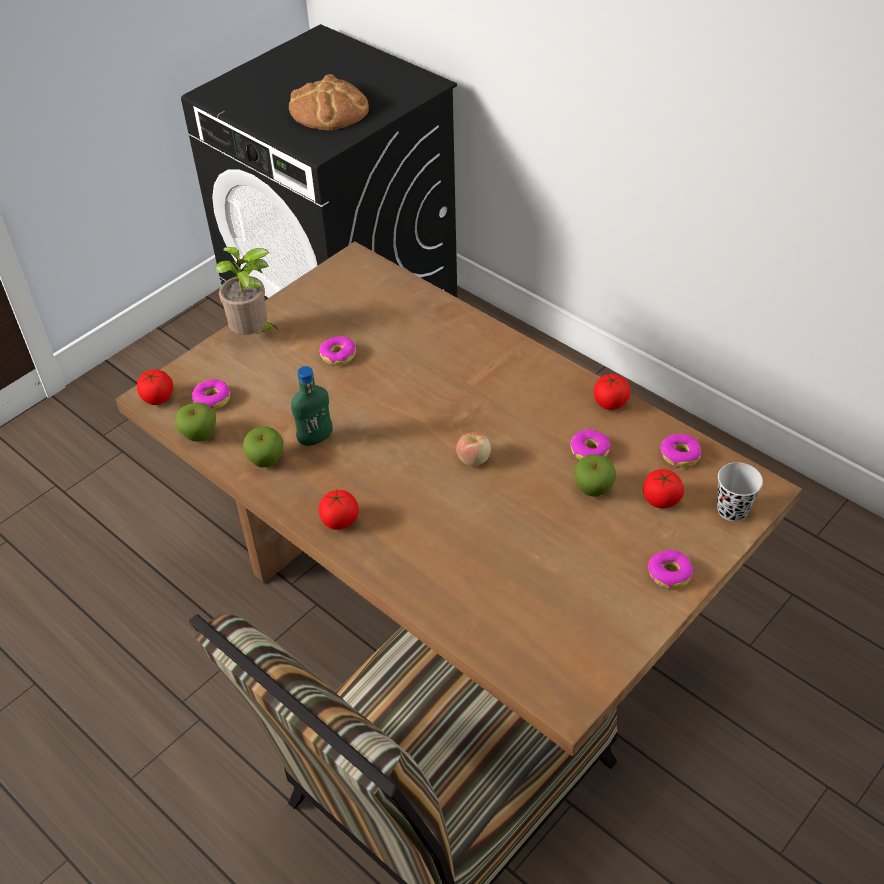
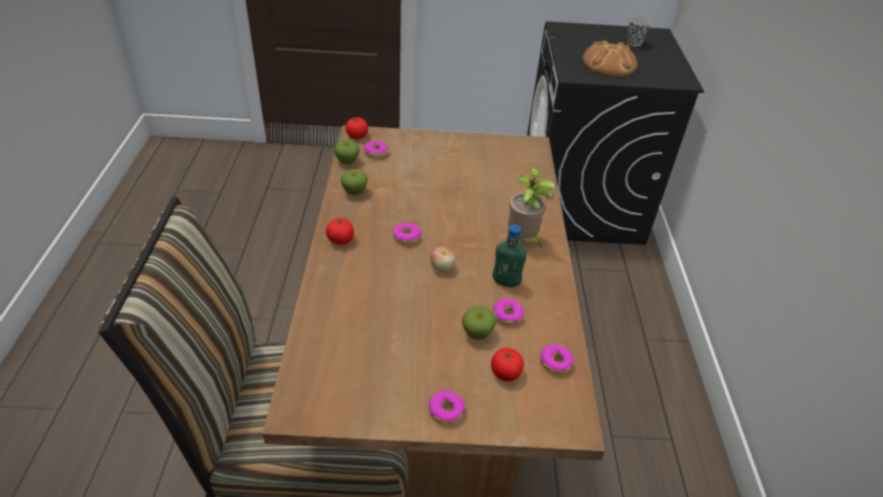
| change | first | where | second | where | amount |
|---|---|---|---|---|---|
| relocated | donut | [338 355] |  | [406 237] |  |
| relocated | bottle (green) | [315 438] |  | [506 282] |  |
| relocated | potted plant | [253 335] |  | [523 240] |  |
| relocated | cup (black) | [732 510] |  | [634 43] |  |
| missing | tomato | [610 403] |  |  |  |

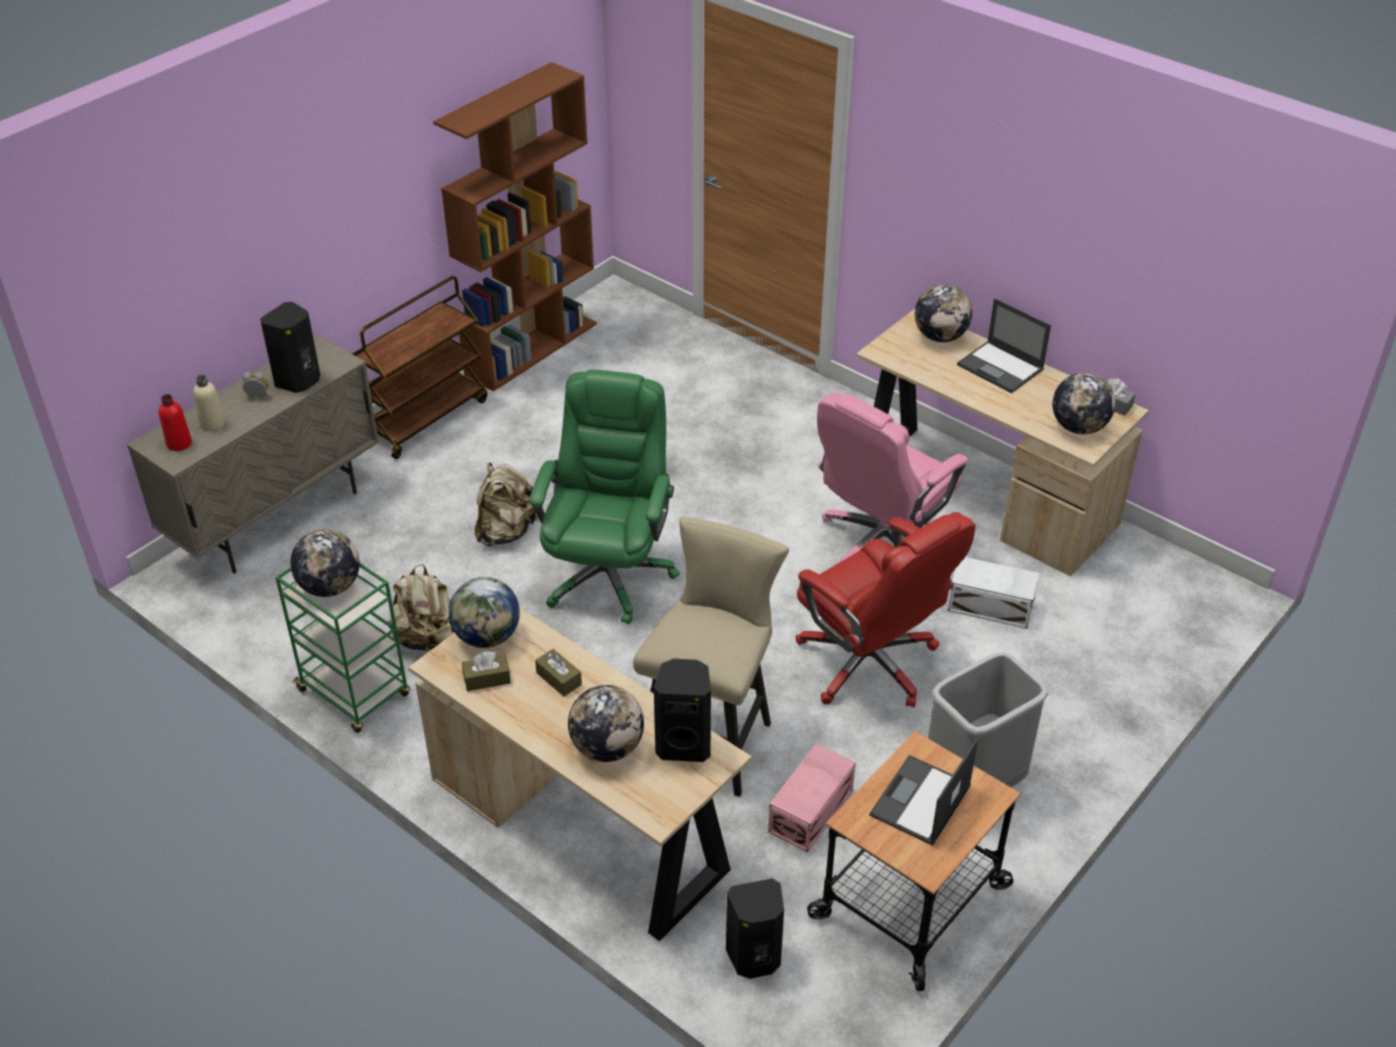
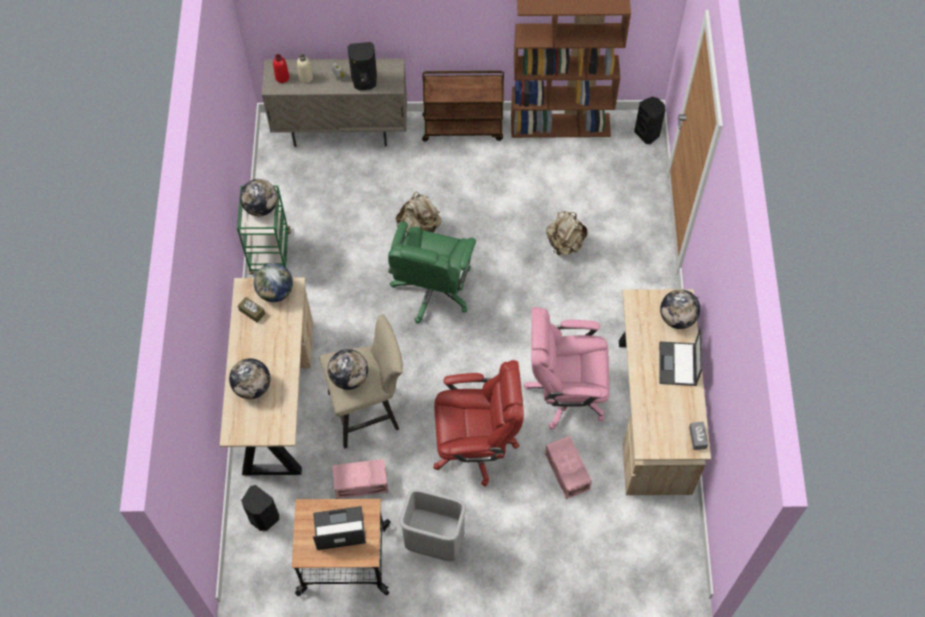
| change | first | where | second | where | amount |
|---|---|---|---|---|---|
| relocated | globe | [1078 427] |  | [349 377] |  |
| spun | office chair (green) | [609 573] |  | [432 290] | 135 degrees clockwise |
| spun | office chair (red) | [870 663] |  | [475 444] | 105 degrees counterclockwise |
| colour | storage box (white) | [991 607] | storage box (pink) | [566 472] |  |
| relocated | backpack (beige) | [427 638] |  | [564 243] |  |
| relocated | speaker (black) | [684 744] |  | [647 133] |  |
| missing | tissue box (brown) | [559 679] |  |  |  |

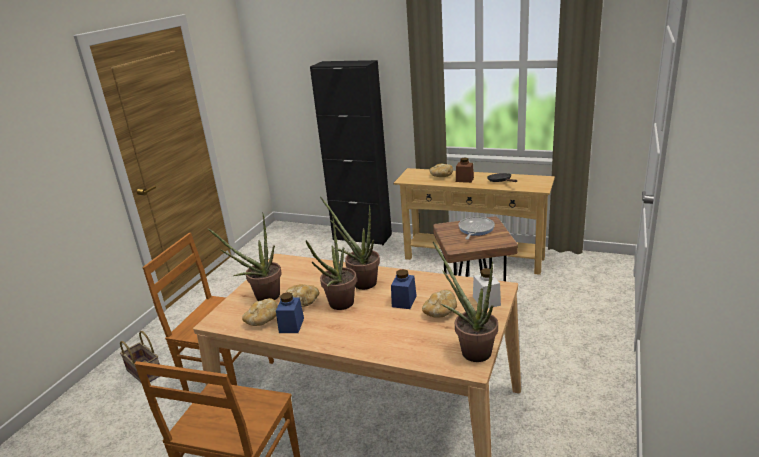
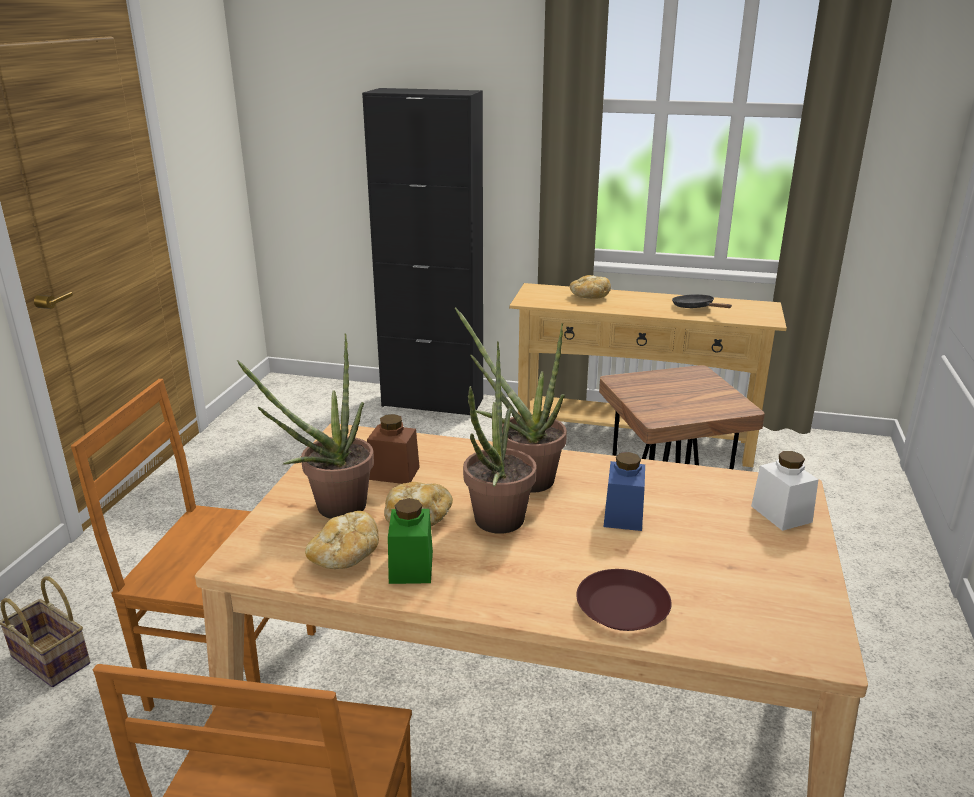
| change | first | where | second | where | amount |
|---|---|---|---|---|---|
| relocated | jar (brown) | [464 180] |  | [393 473] |  |
| colour | jar (blue) | [291 325] | jar (green) | [411 567] |  |
| appeared |  |  | plate (brown) | [621 608] |  |
| missing | bread | [440 312] |  |  |  |
| missing | potted plant | [471 350] |  |  |  |
| missing | frying pan | [475 229] |  |  |  |

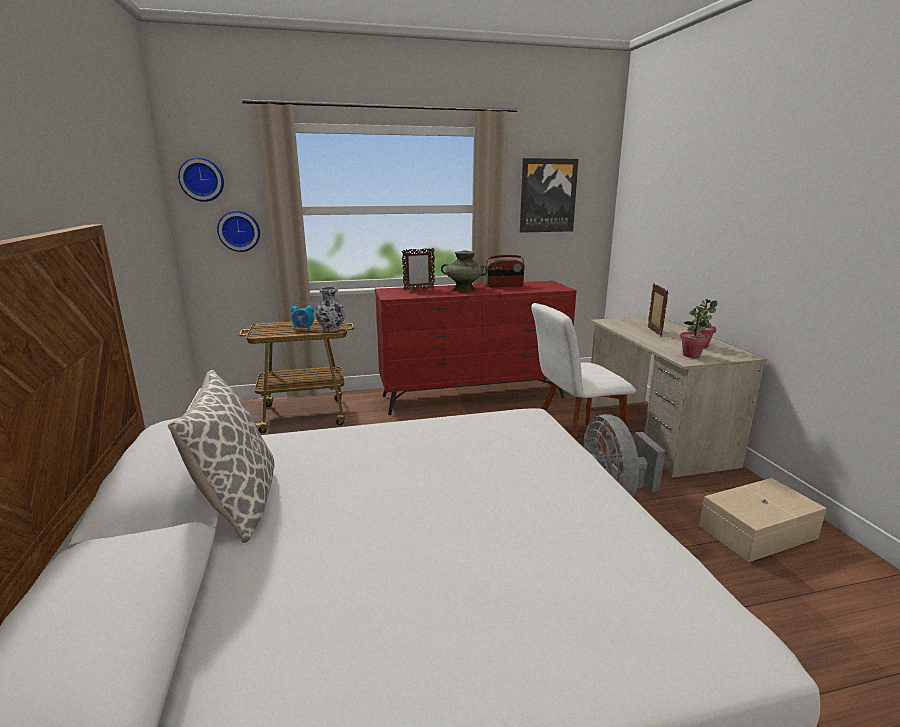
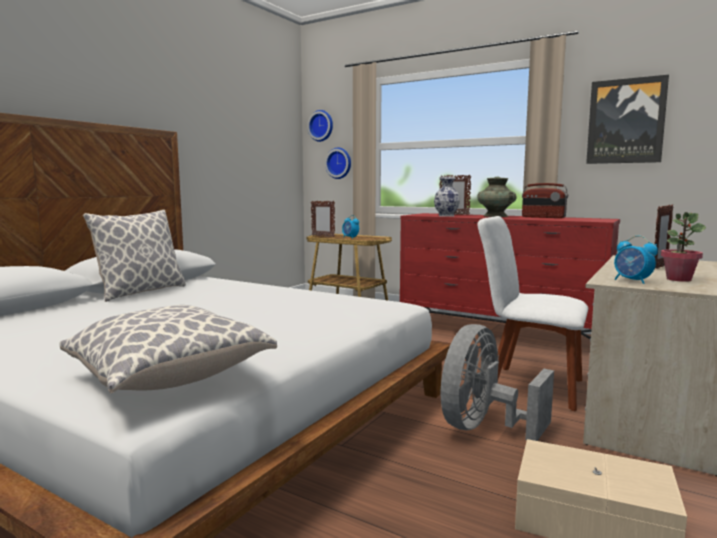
| change | first | where | second | where | amount |
|---|---|---|---|---|---|
| appeared |  |  | pillow | [169 378] |  |
| appeared |  |  | picture frame | [323 236] |  |
| relocated | vase | [331 329] |  | [446 216] |  |
| exchanged | potted plant | [691 355] | alarm clock | [632 281] |  |

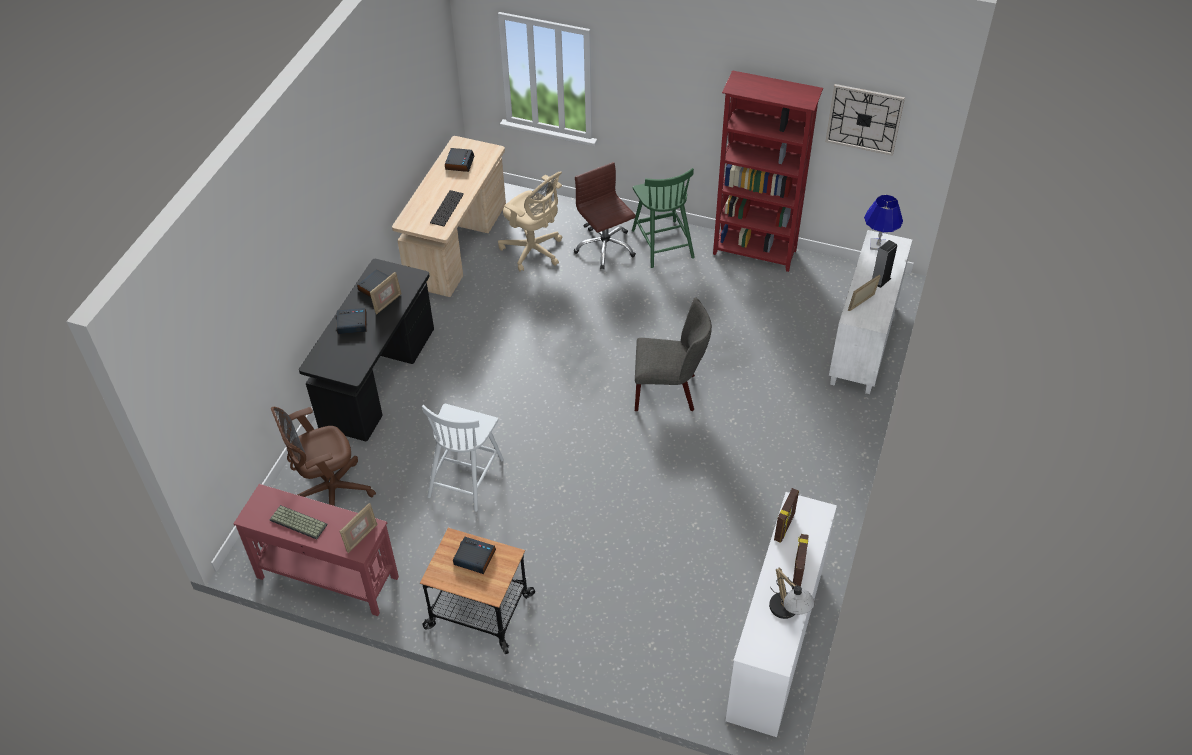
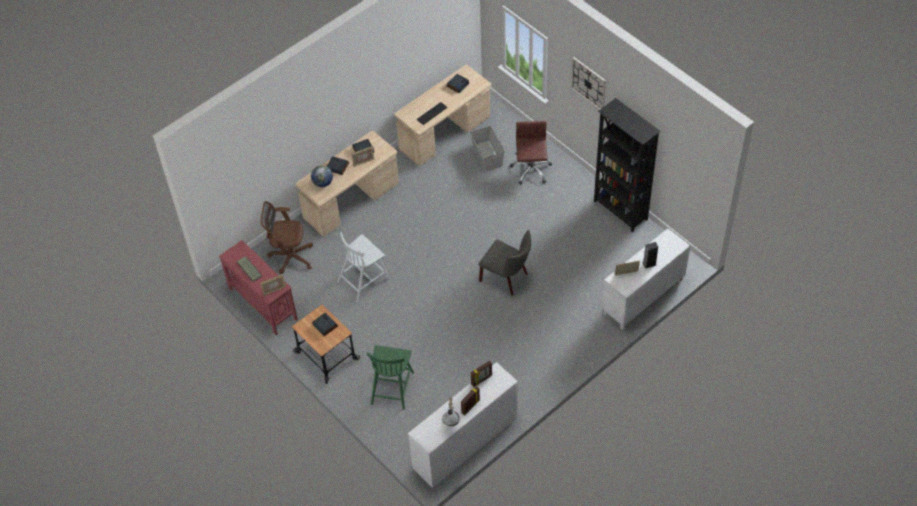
| change | first | where | second | where | amount |
|---|---|---|---|---|---|
| colour | desk (black) | [378 378] | desk (beige) | [351 201] |  |
| appeared |  |  | globe | [322 183] |  |
| relocated | chair (green) | [662 243] |  | [392 387] |  |
| exchanged | office chair (beige) | [534 251] | storage box (grey) | [487 155] |  |
| relocated | wall clock | [864 119] |  | [588 83] |  |
| colour | bookcase (red) | [755 253] | bookcase (black) | [620 211] |  |
| missing | table lamp (blue) | [877 245] |  |  |  |

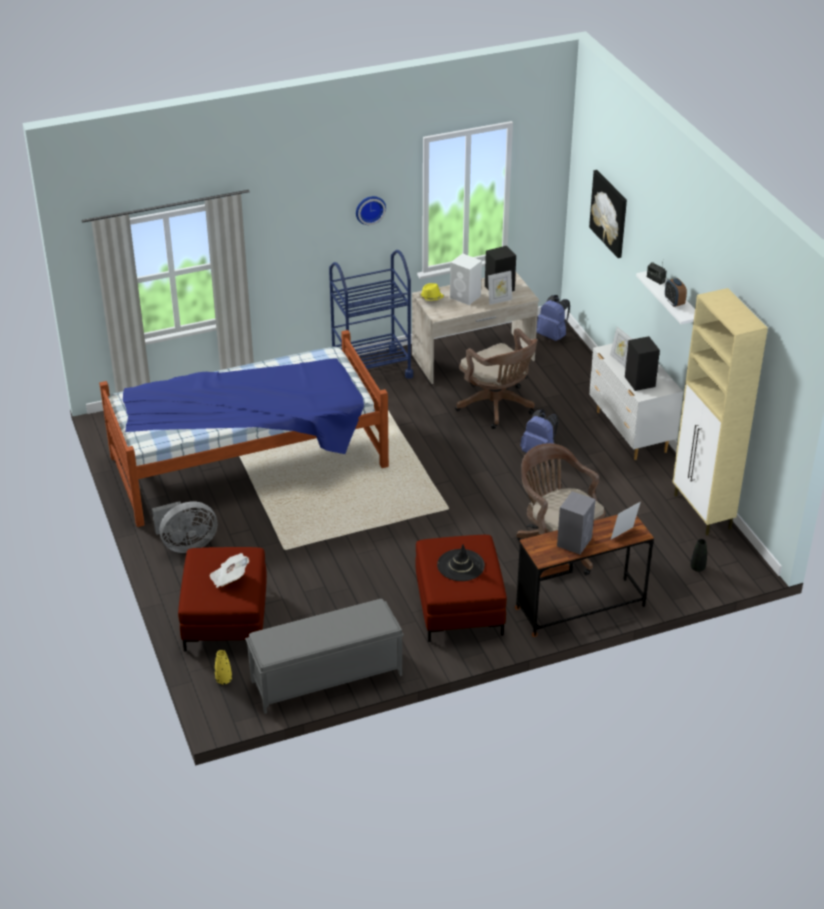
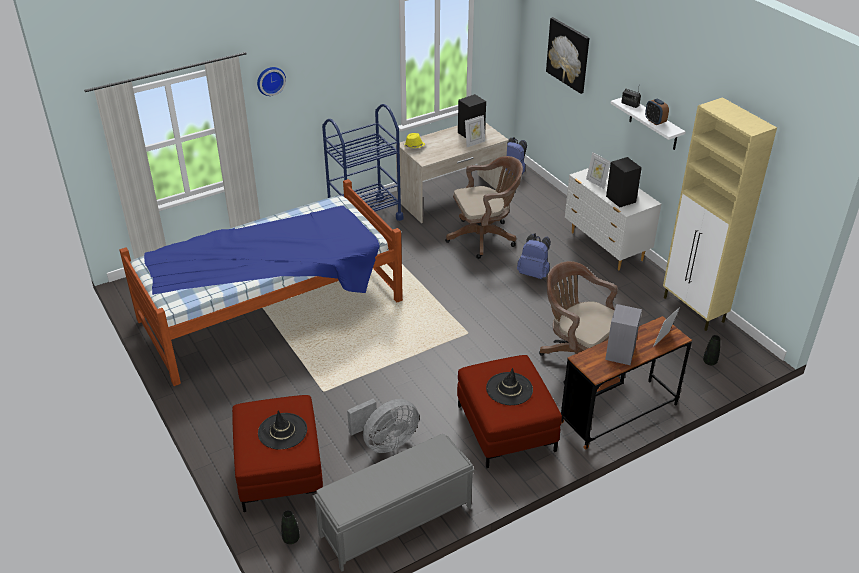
| change | first | where | second | where | amount |
|---|---|---|---|---|---|
| relocated | wall clock | [369 209] |  | [270 80] |  |
| exchanged | newspaper | [229 578] | hat (black) | [282 431] |  |
| colour | vase (yellow) | [224 680] | vase (black) | [291 539] |  |
| relocated | fan (grey) | [186 545] |  | [385 442] |  |
| spun | office chair (brown) | [497 407] |  | [484 237] | 60 degrees counterclockwise |
| missing | speaker (white) | [465 297] |  |  |  |

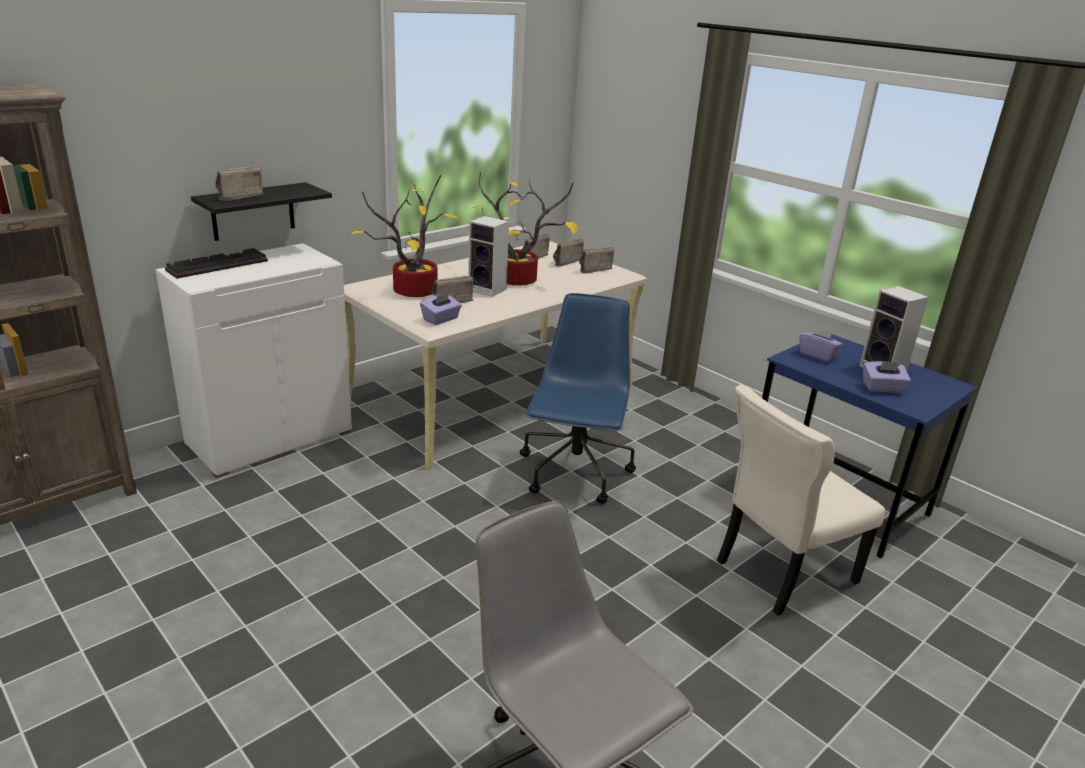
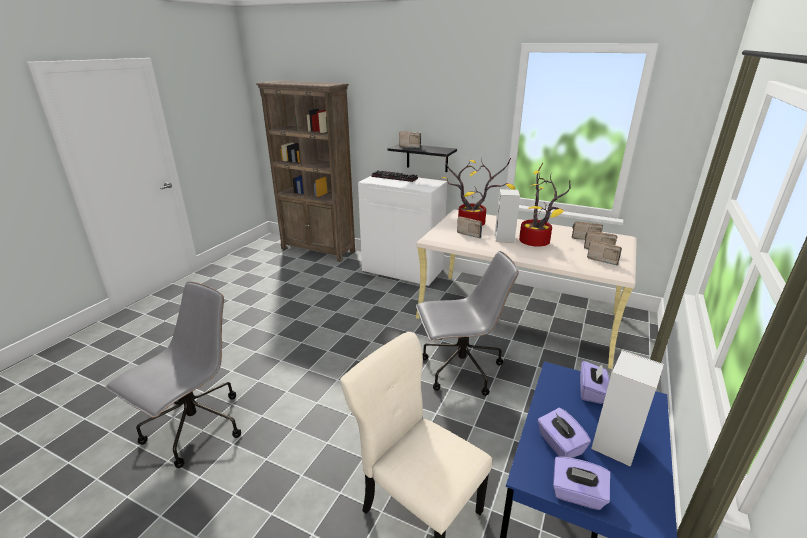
| change | first | where | second | where | amount |
|---|---|---|---|---|---|
| colour | office chair (blue) | [575 473] | office chair (grey) | [460 370] |  |
| relocated | tissue box (purple) | [441 319] |  | [577 494] |  |

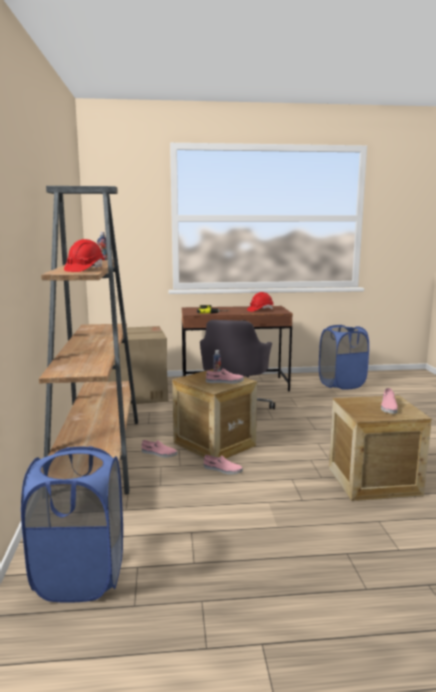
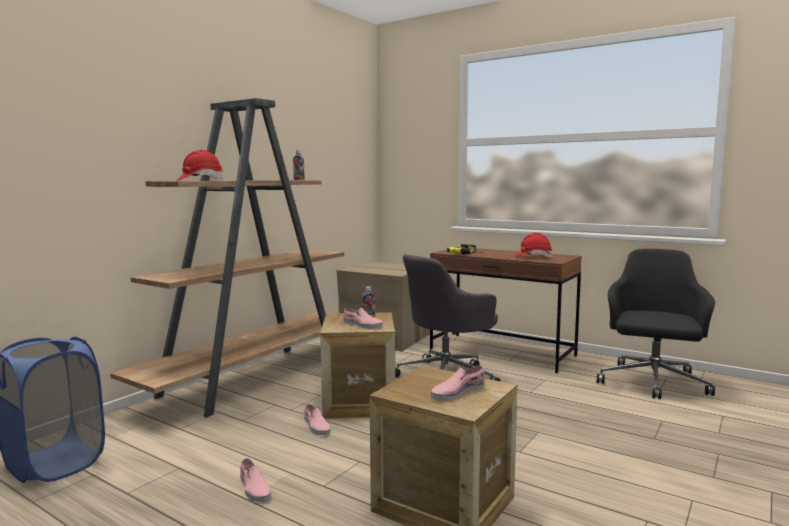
| change | first | where | second | where | amount |
|---|---|---|---|---|---|
| relocated | shoe (pink) | [159 453] |  | [254 488] |  |
| exchanged | laundry basket (blue) | [341 384] | office chair (black) | [652 382] |  |

